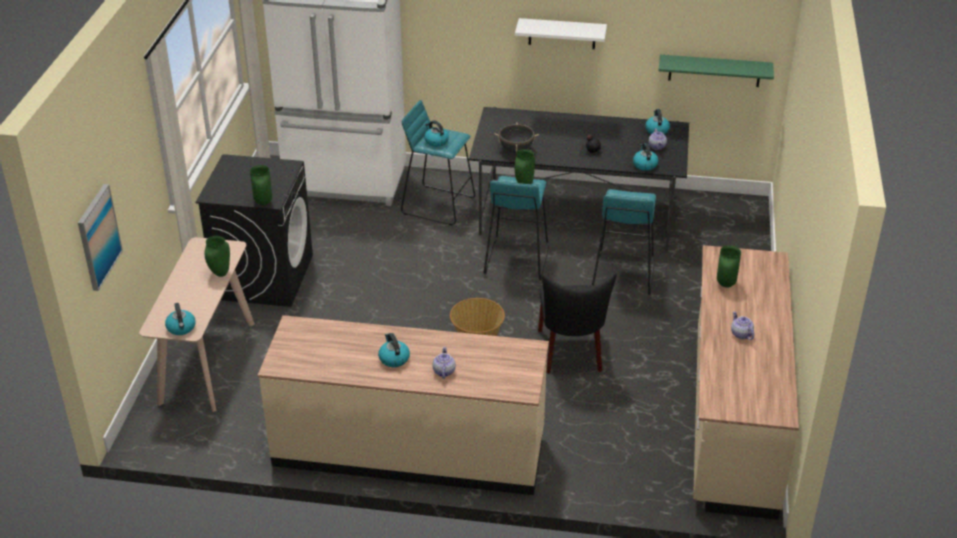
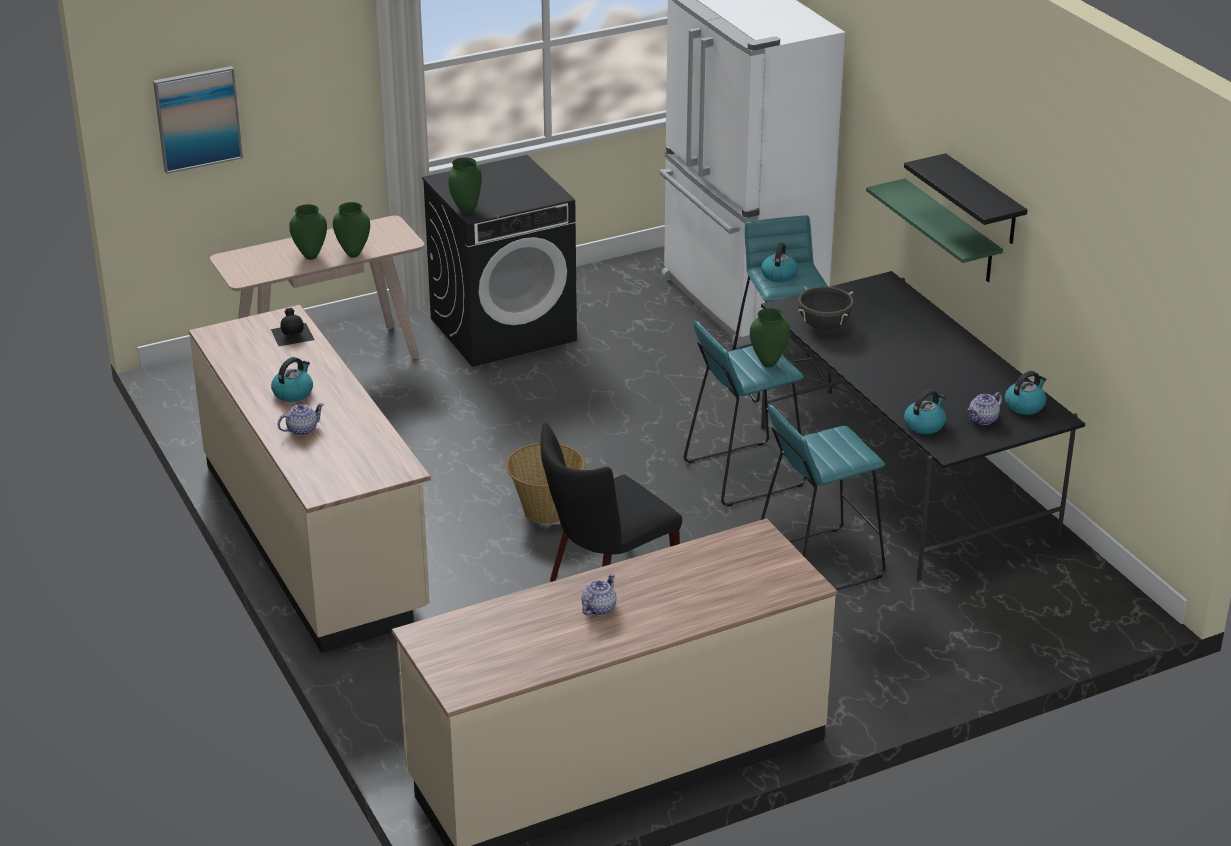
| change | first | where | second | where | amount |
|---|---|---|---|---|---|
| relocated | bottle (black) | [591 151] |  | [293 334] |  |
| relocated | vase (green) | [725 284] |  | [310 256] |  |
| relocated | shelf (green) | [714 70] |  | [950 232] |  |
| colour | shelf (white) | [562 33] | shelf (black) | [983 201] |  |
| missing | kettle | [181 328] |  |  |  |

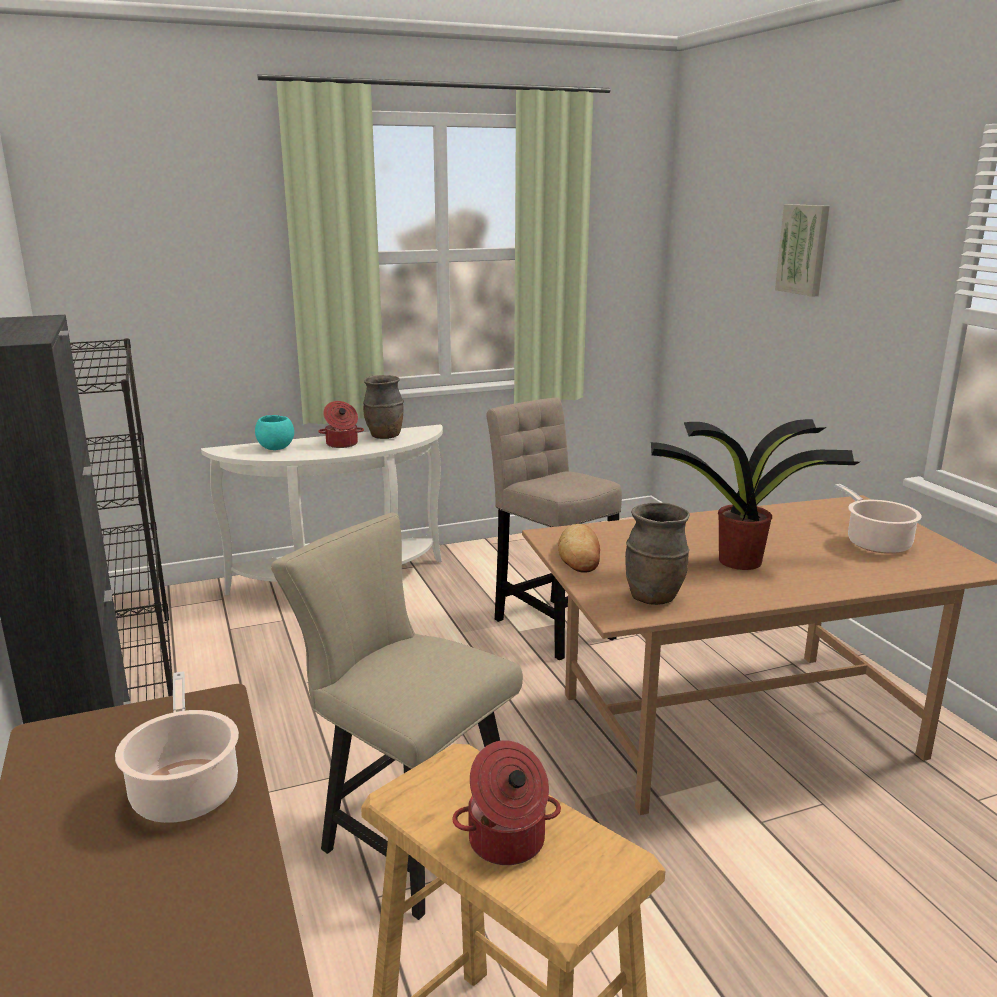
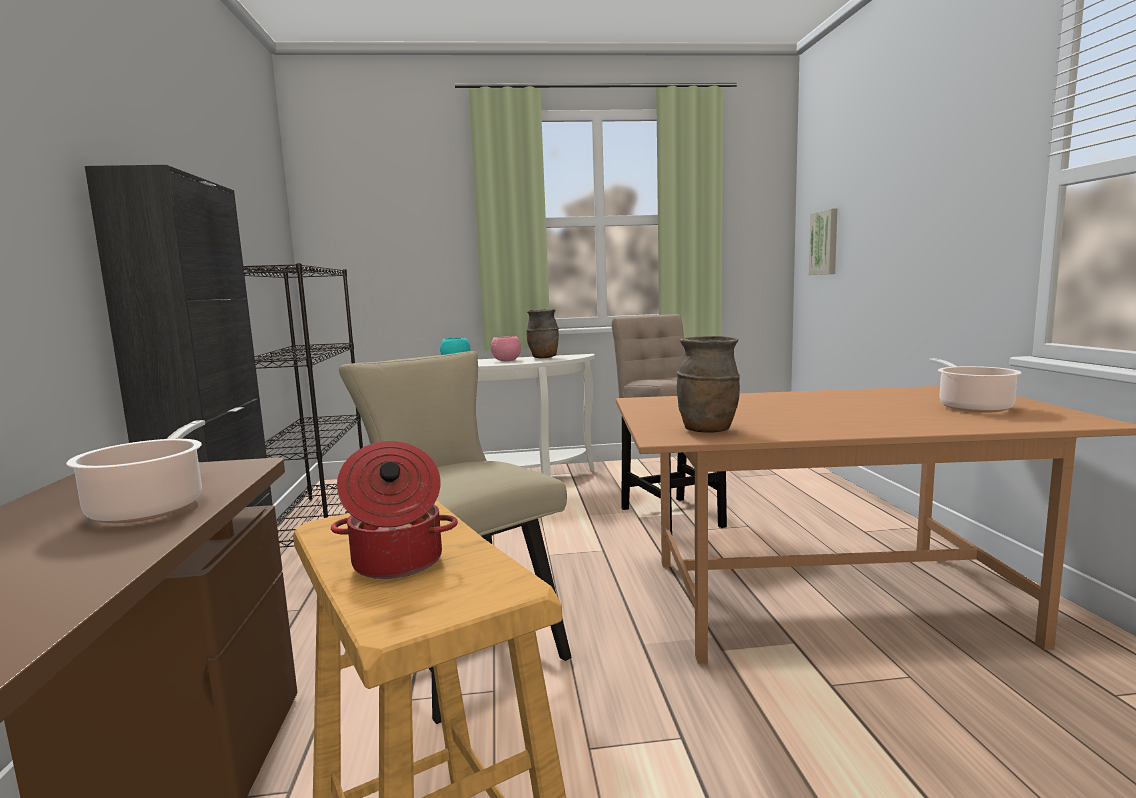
| change | first | where | second | where | amount |
|---|---|---|---|---|---|
| exchanged | cooking pot | [342 444] | bowl (pink) | [507 360] |  |
| relocated | picture | [804 249] |  | [825 243] |  |
| missing | bread | [580 554] |  |  |  |
| missing | potted plant | [743 561] |  |  |  |

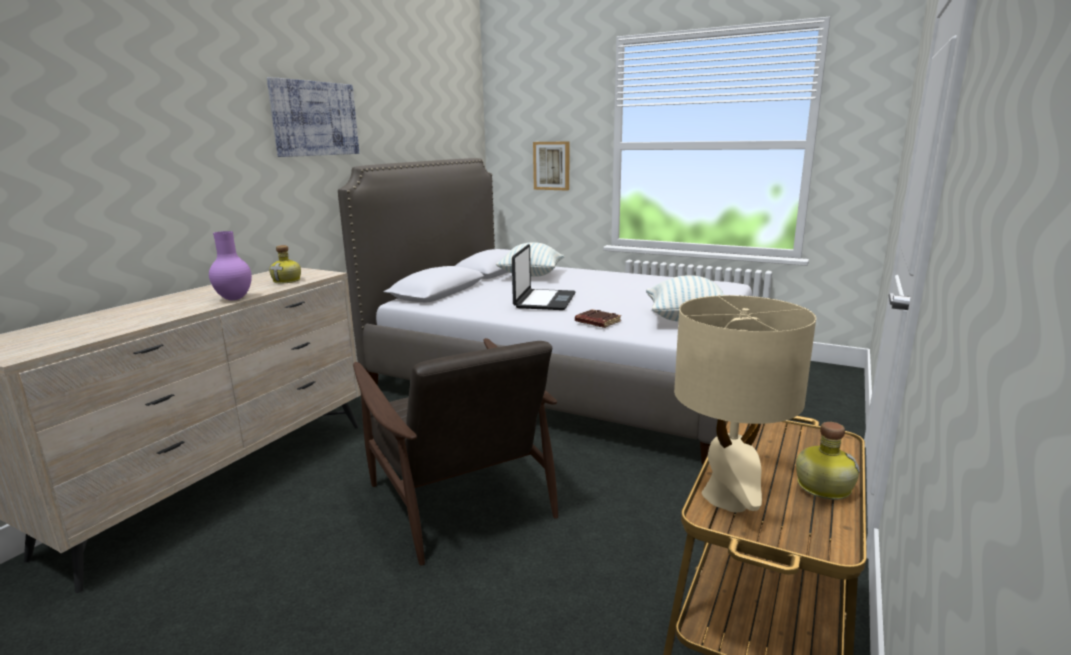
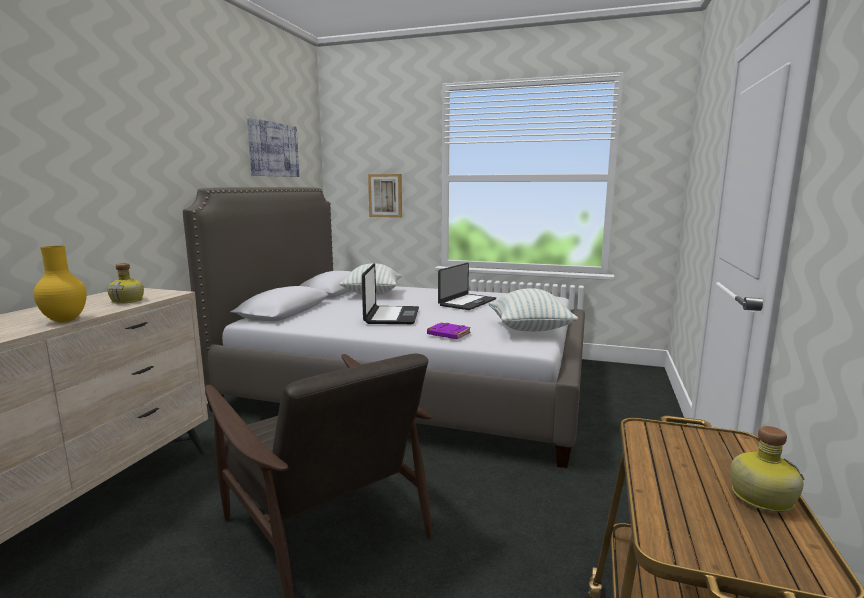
| change | first | where | second | where | amount |
|---|---|---|---|---|---|
| colour | vase (purple) | [233 299] | vase (yellow) | [64 321] |  |
| relocated | picture | [315 119] |  | [273 149] |  |
| colour | book (brown) | [597 322] | book (purple) | [448 334] |  |
| appeared |  |  | laptop | [467 302] |  |
| missing | table lamp (beige) | [727 498] |  |  |  |

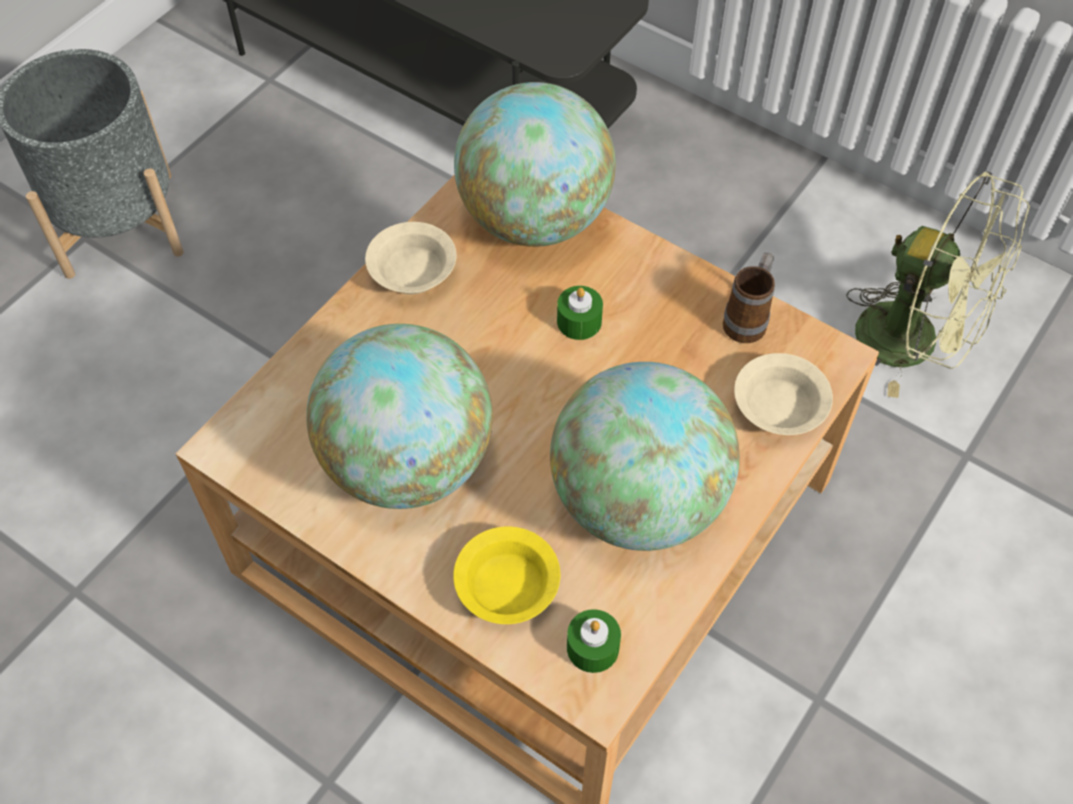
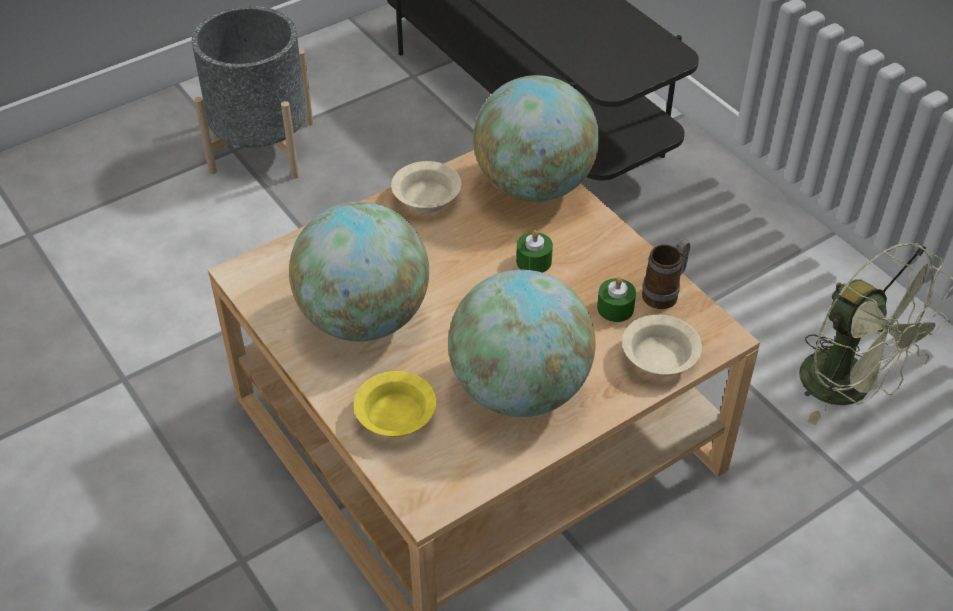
| change | first | where | second | where | amount |
|---|---|---|---|---|---|
| relocated | candle (green) | [592 647] |  | [615 308] |  |

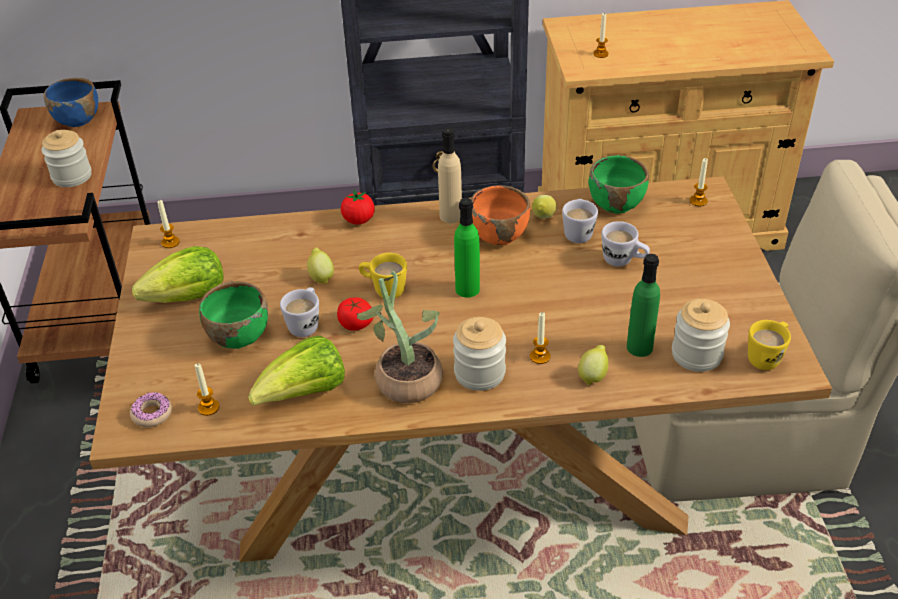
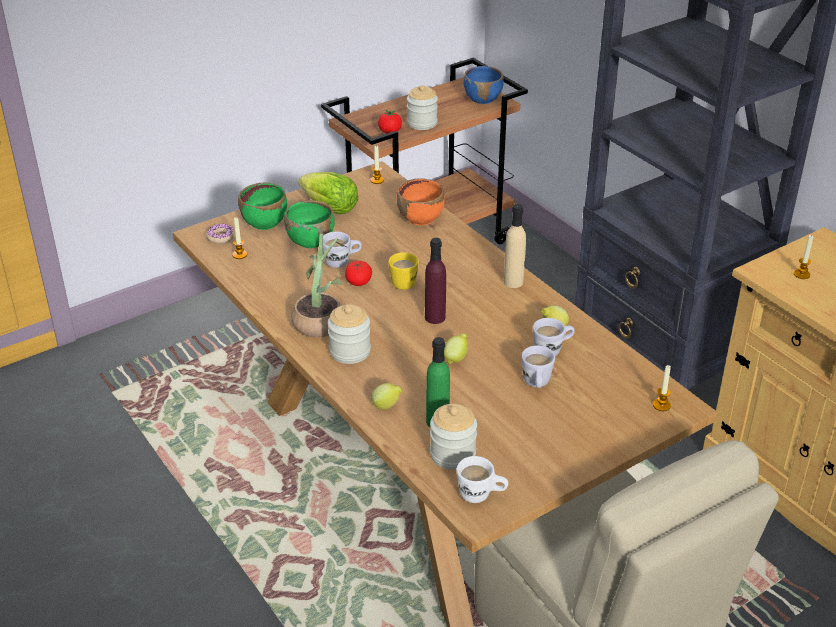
| change | first | where | second | where | amount |
|---|---|---|---|---|---|
| relocated | bowl (green) | [616 203] |  | [265 222] |  |
| relocated | tomato | [358 220] |  | [390 132] |  |
| relocated | bowl (orange) | [499 234] |  | [421 218] |  |
| colour | bottle (green) | [467 289] | bottle (purple) | [435 317] |  |
| relocated | lemon | [321 277] |  | [456 358] |  |
| colour | mug (yellow) | [767 356] | mug (white) | [481 495] |  |
| missing | lettuce | [305 394] |  |  |  |
| missing | candle | [540 357] |  |  |  |

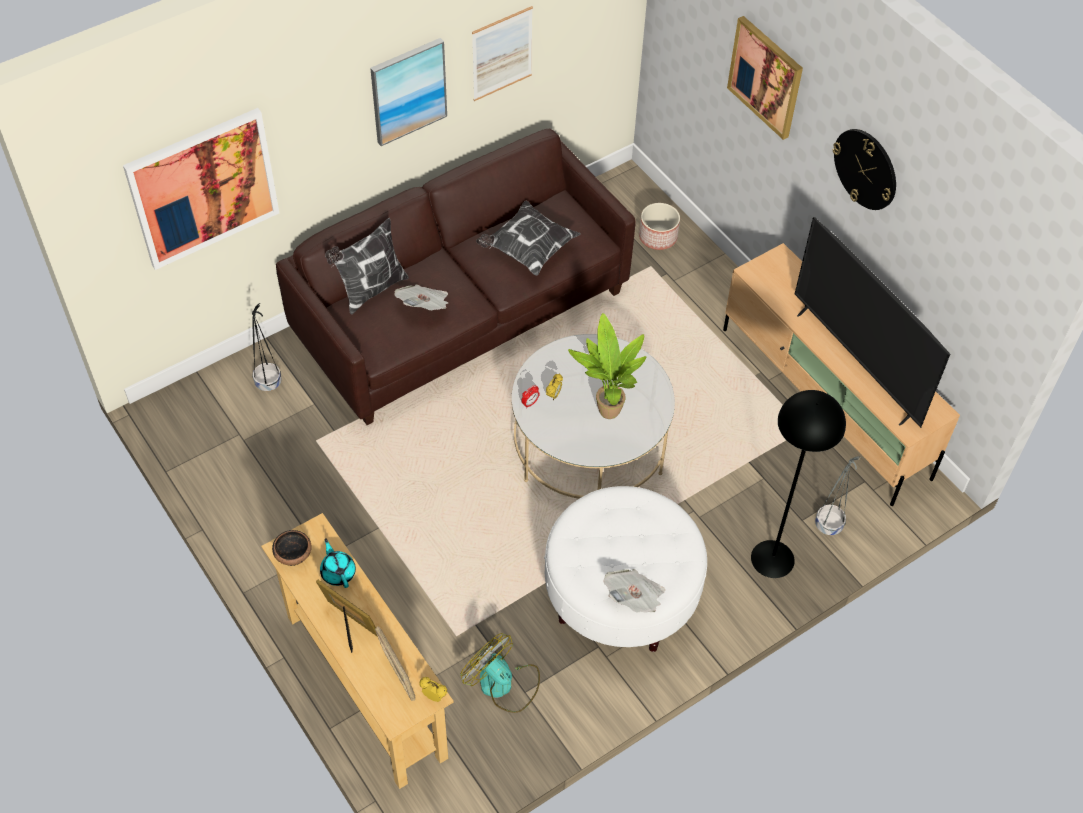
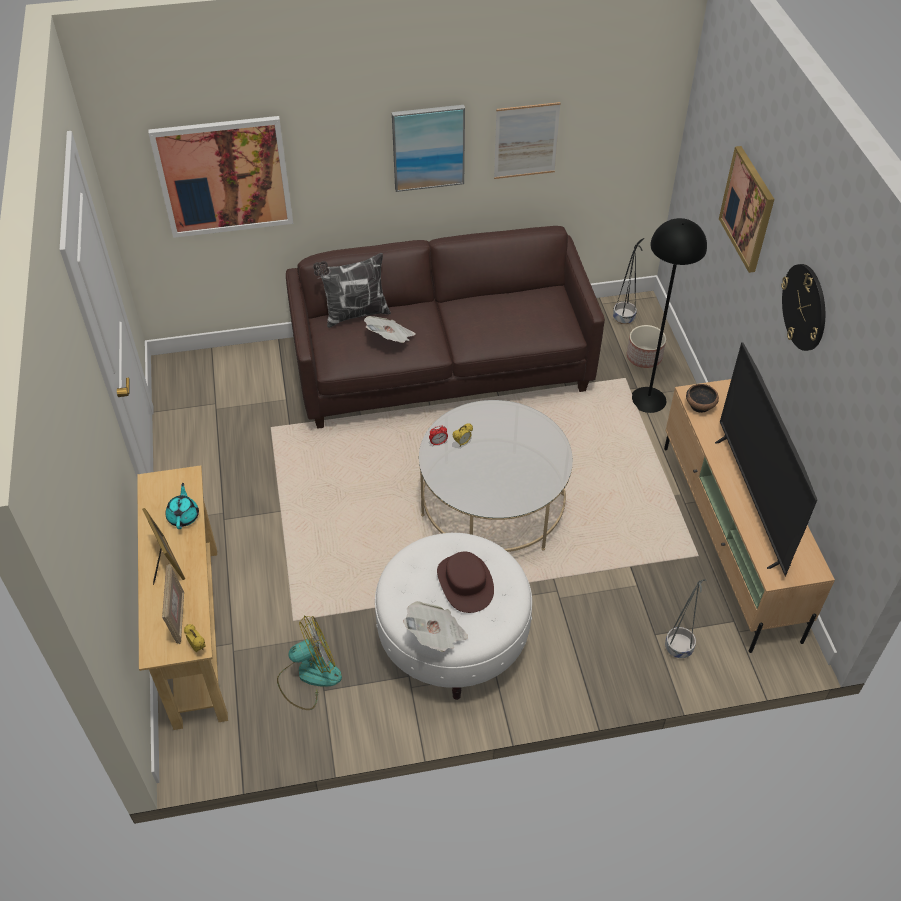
| change | first | where | second | where | amount |
|---|---|---|---|---|---|
| spun | fan | [503 684] |  | [309 676] | 90 degrees clockwise |
| appeared |  |  | hat (brown) | [465 583] |  |
| relocated | planter (black) | [269 382] |  | [624 318] |  |
| relocated | floor lamp (black) | [772 559] |  | [648 400] |  |
| relocated | bowl | [293 555] |  | [700 405] |  |
| missing | pillow | [527 249] |  |  |  |
| missing | potted plant | [605 412] |  |  |  |

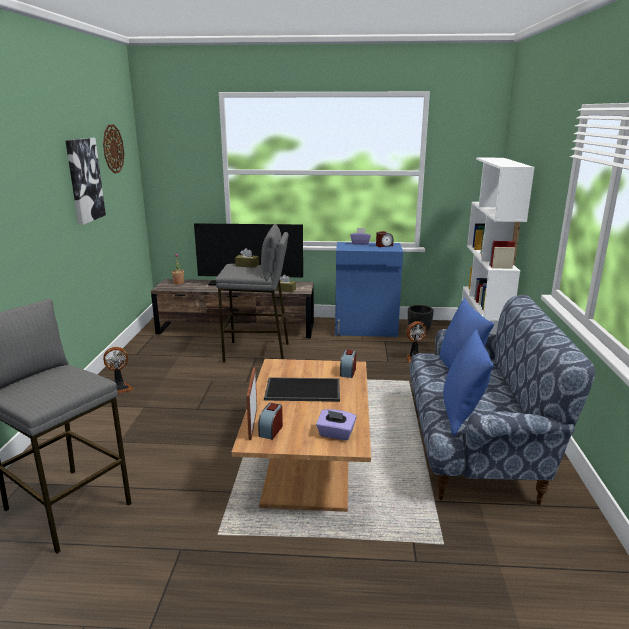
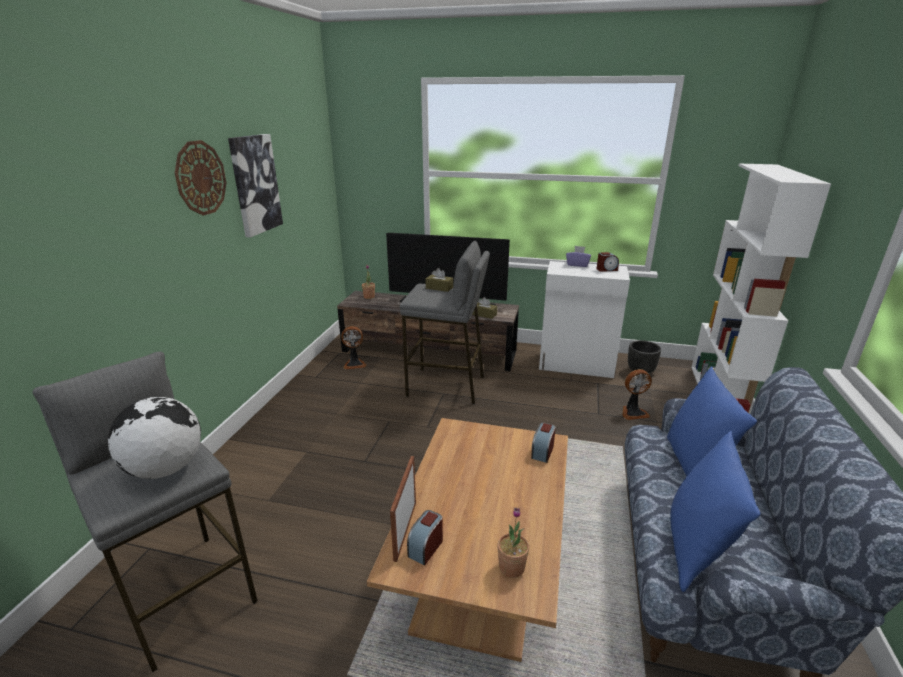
| change | first | where | second | where | amount |
|---|---|---|---|---|---|
| appeared |  |  | globe | [165 469] |  |
| relocated | wall clock | [113 149] |  | [200 178] |  |
| relocated | fan | [120 388] |  | [354 364] |  |
| exchanged | tissue box (purple) | [335 434] | potted plant | [511 567] |  |
| colour | cabinet (blue) | [366 330] | cabinet (white) | [576 365] |  |
| missing | tray | [302 390] |  |  |  |

